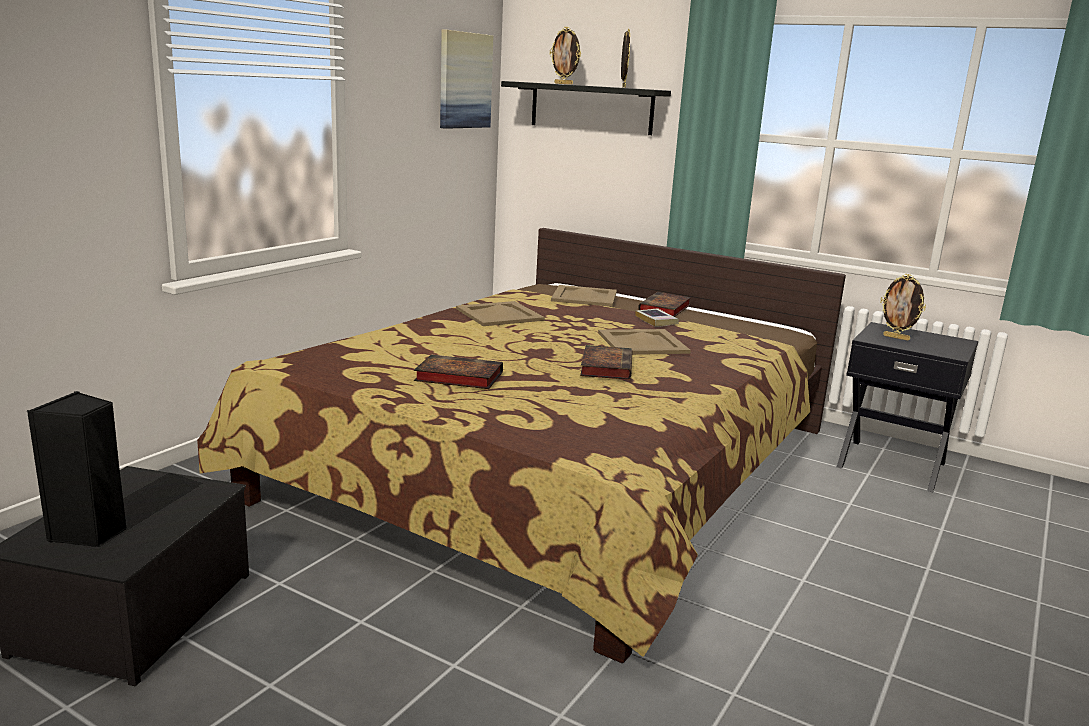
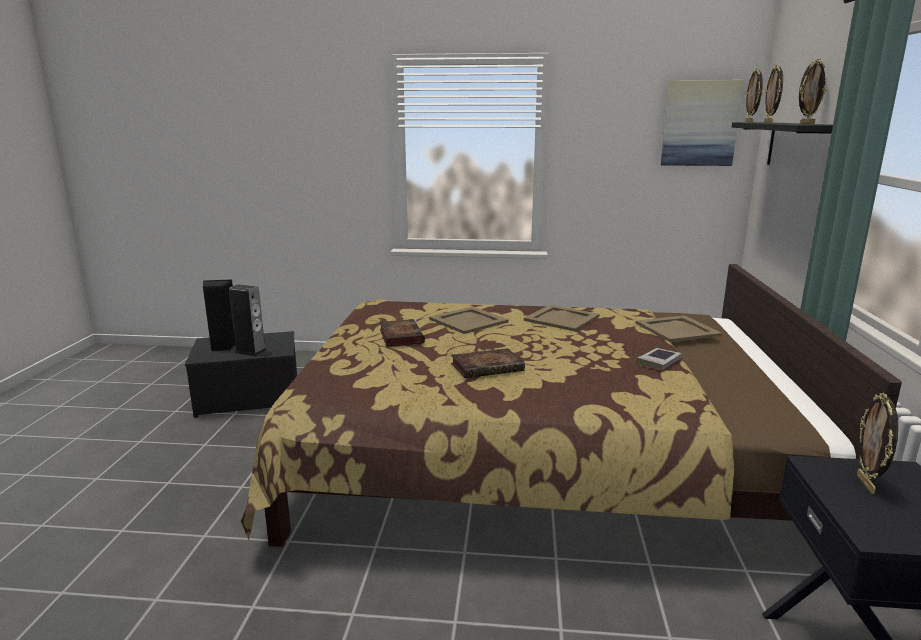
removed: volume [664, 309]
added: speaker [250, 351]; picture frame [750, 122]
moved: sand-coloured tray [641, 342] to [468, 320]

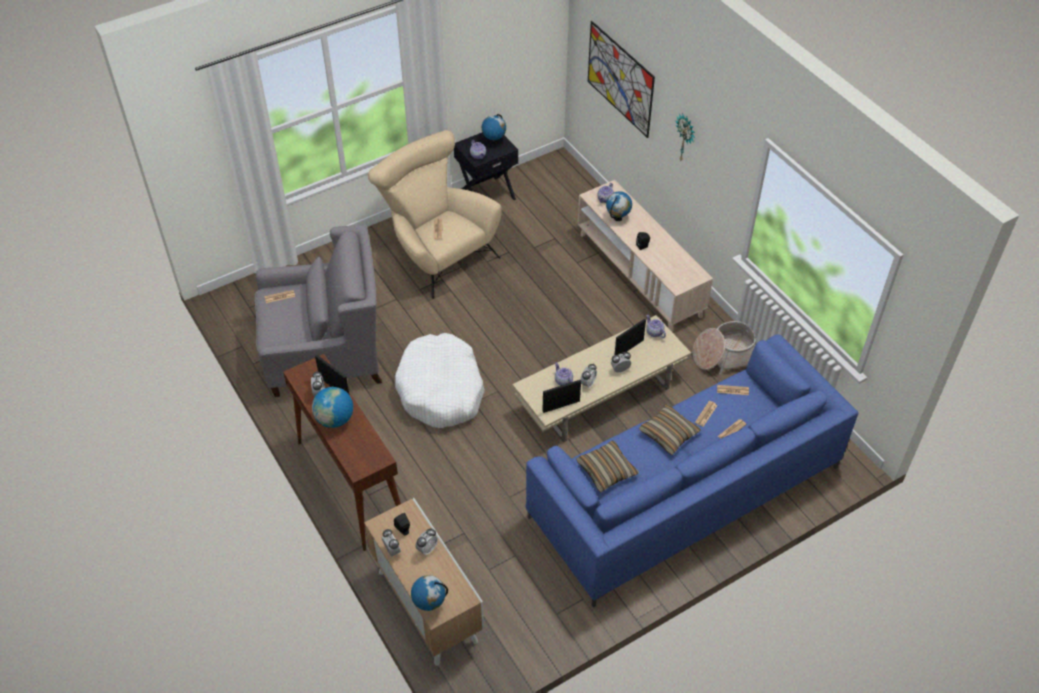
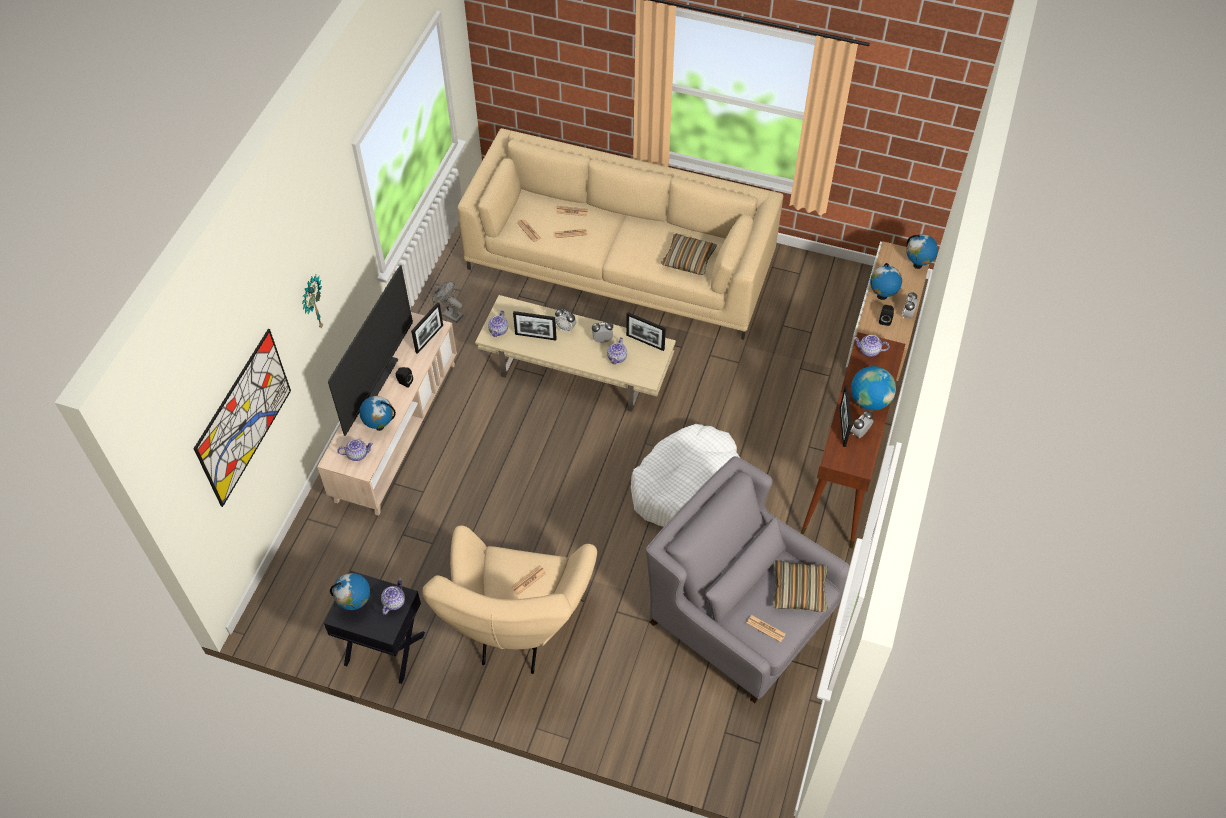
added: TV set [379, 381]; picture frame [429, 339]; pot for tea [869, 351]
moved: throw pillow [668, 433] to [799, 590]
replaced: basket [724, 355] to gray cooling fan [449, 314]; alarm clock [427, 549] to desk globe [881, 296]
recoloured: blue sofa [684, 491] to sand-coloured sofa [620, 264]

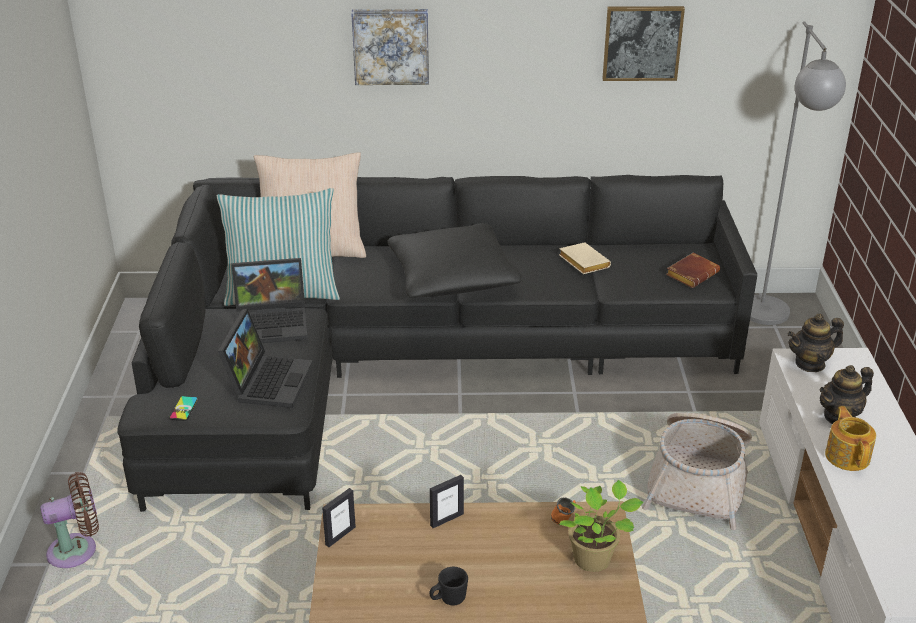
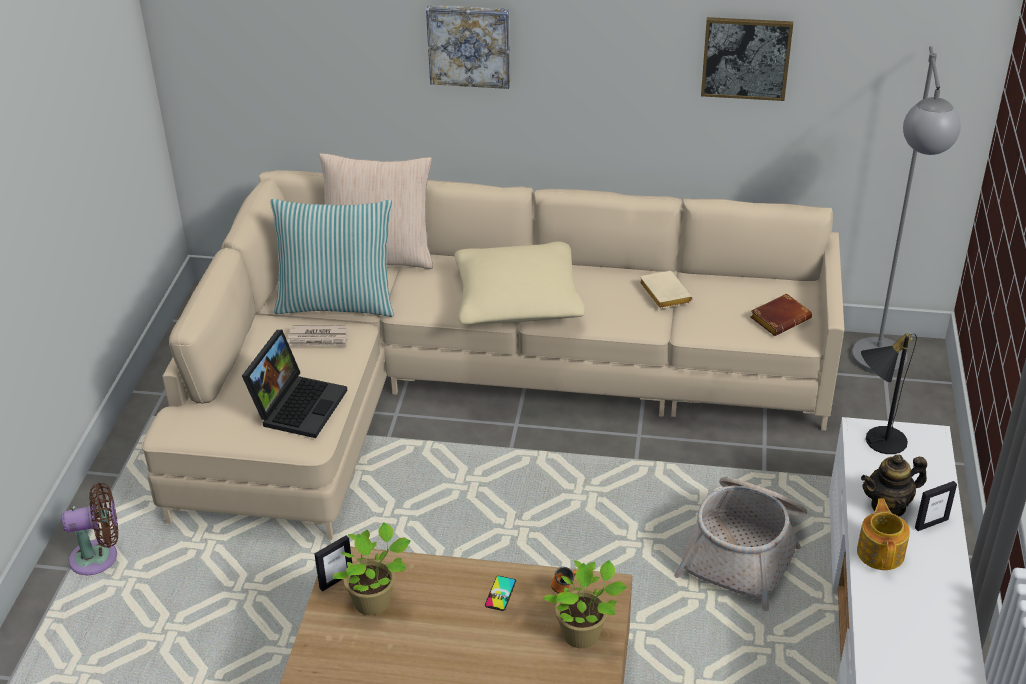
removed: black-coloured tea mug [448, 599]
added: houseplant [375, 601]
moved: handset [184, 408] to [500, 593]; picture frame [446, 519] to [931, 523]
replaced: notebook computer [274, 323] to printed paper [319, 339]; pot for tea [810, 363] to black-coloured table lamp [877, 439]
recoloured: black-coloured sofa [409, 363] to sand-coloured sofa [471, 384]; black-coloured throw pillow [452, 278] to sand-coloured throw pillow [517, 301]

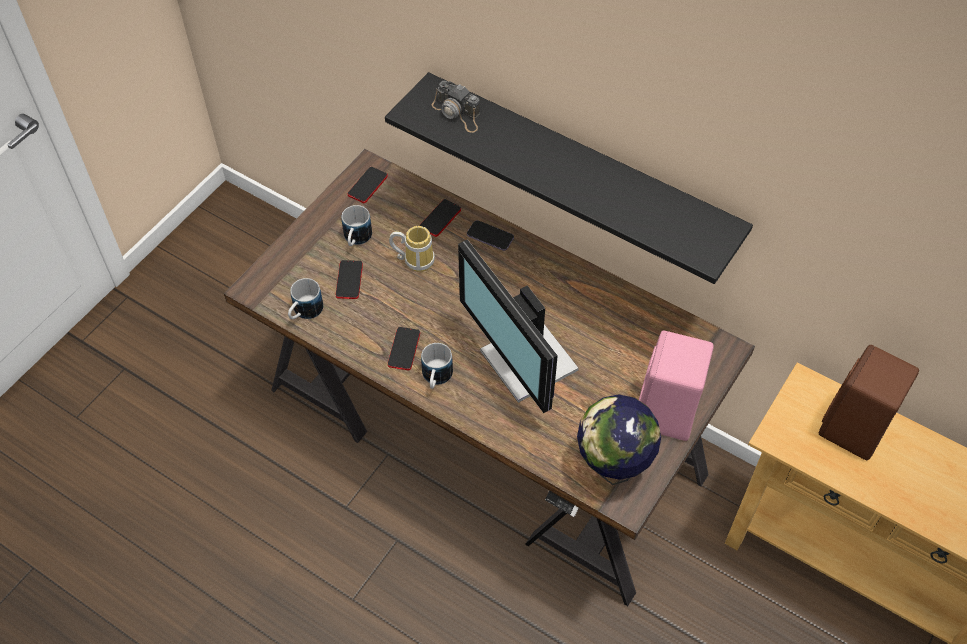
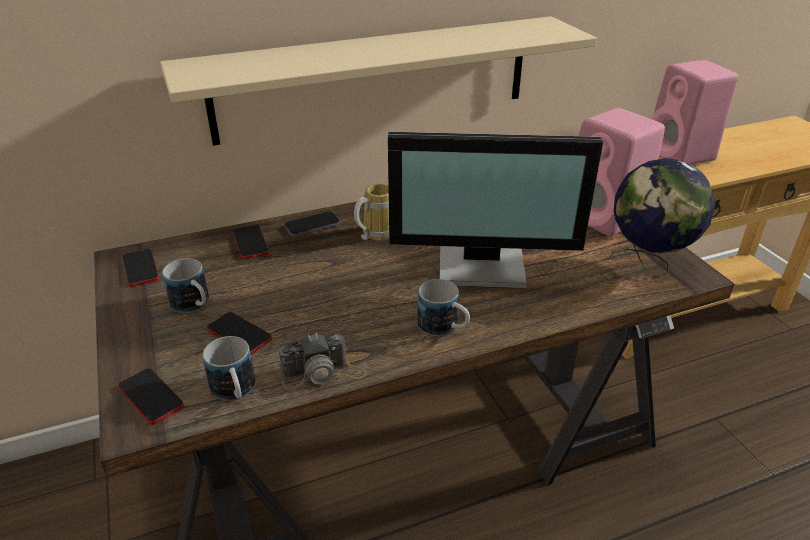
moved: handset [404, 349] to [151, 397]; photo camera [457, 113] to [323, 372]; tea mug [415, 259] to [375, 234]
recoloured: black-coloured wall shelf [579, 171] to sand-coloured wall shelf [374, 79]; brown speaker [853, 430] to pinkish speaker [682, 155]

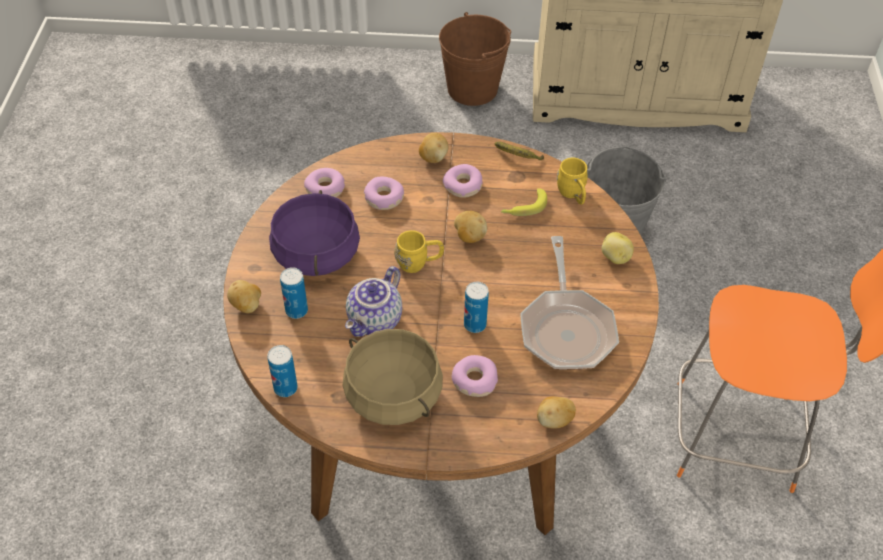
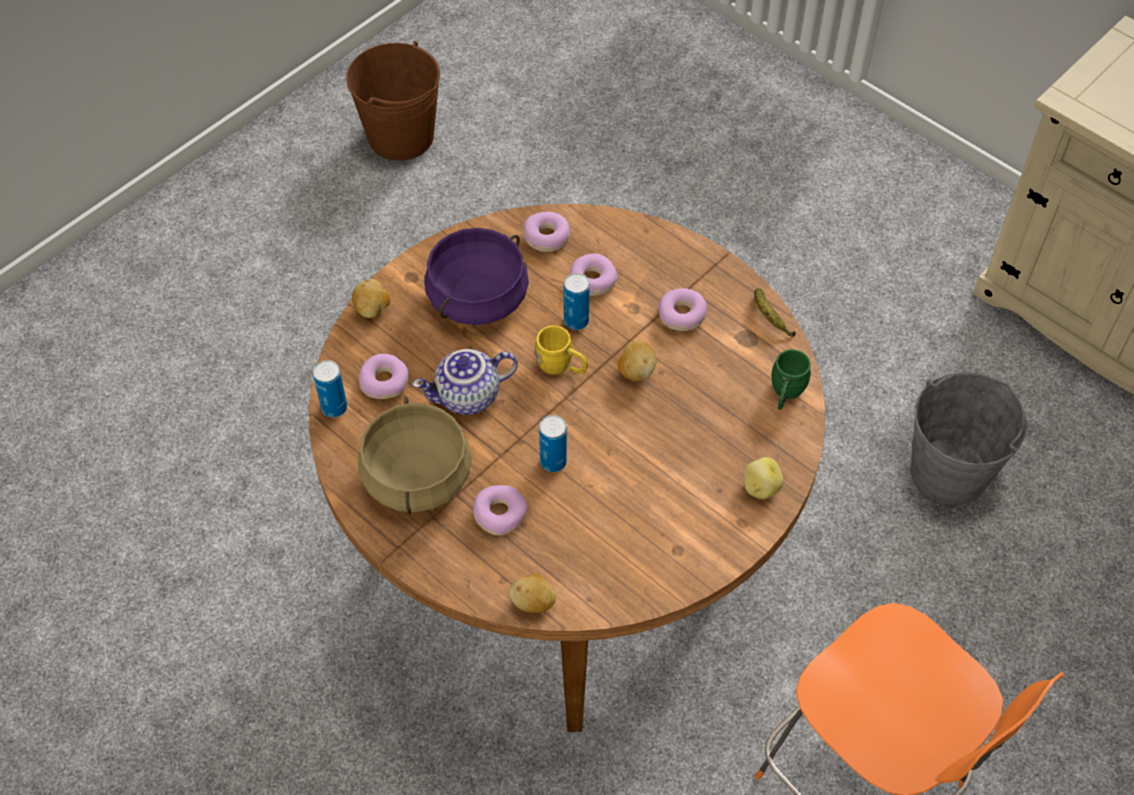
removed: spud [433, 157]; banana [523, 208]; frying pan [566, 328]
added: ring doughnut [384, 382]
moved: brown water bucket [472, 89] to [401, 136]; sealed can [296, 311] to [576, 321]
recoloured: yellow-coloured tea mug [573, 195] to green-coloured tea mug [785, 394]

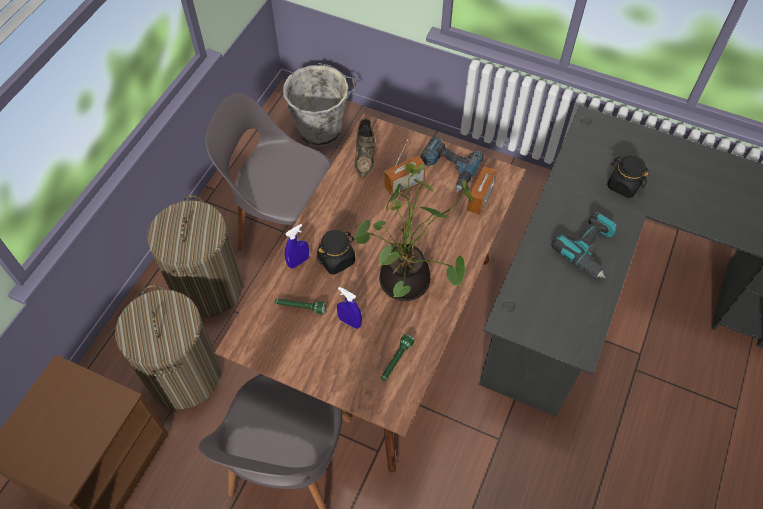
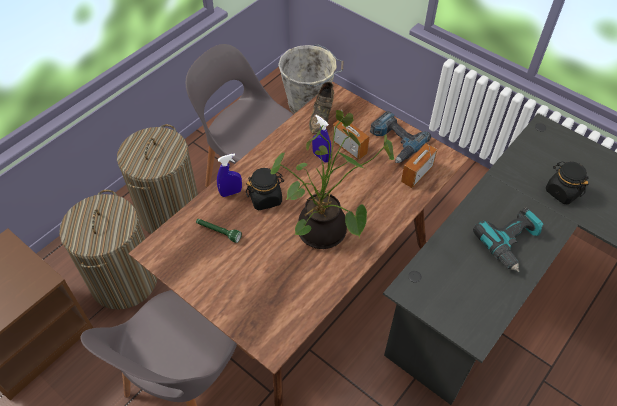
removed: green-coloured torch [396, 361]
moved: blue hand sprayer [349, 322] to [321, 157]
turned: radio set [404, 185] = [349, 147] 120 degrees counterclockwise

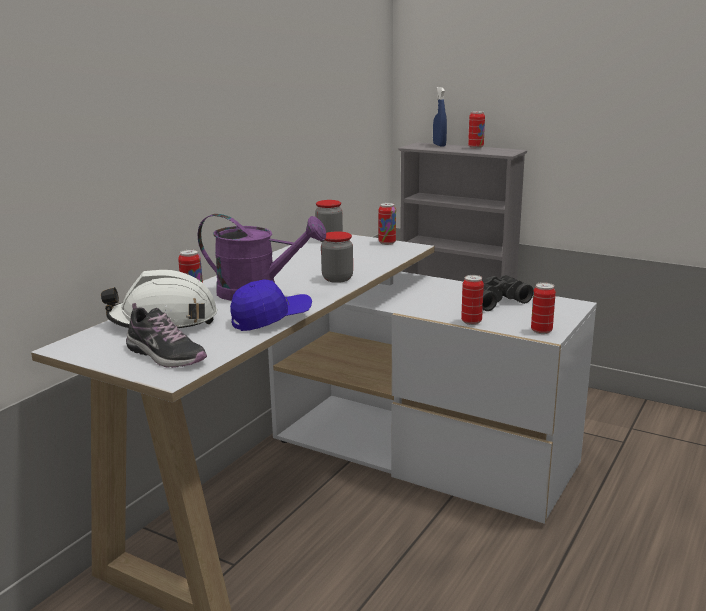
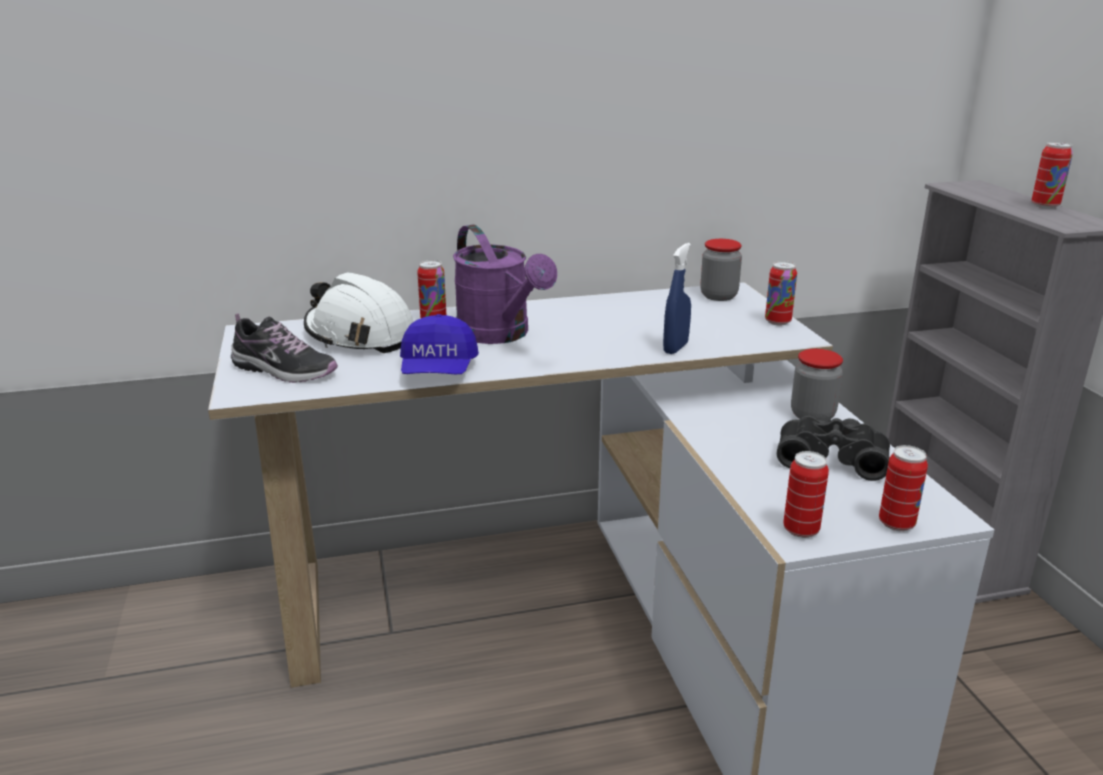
moved: blue hand sprayer [439, 145] to [675, 348]; jar [337, 279] to [812, 415]; sealed can [471, 322] to [896, 523]
turned: item of footwear [165, 355] = [284, 370] 60 degrees counterclockwise; blue cap [271, 320] = [438, 371] 75 degrees clockwise

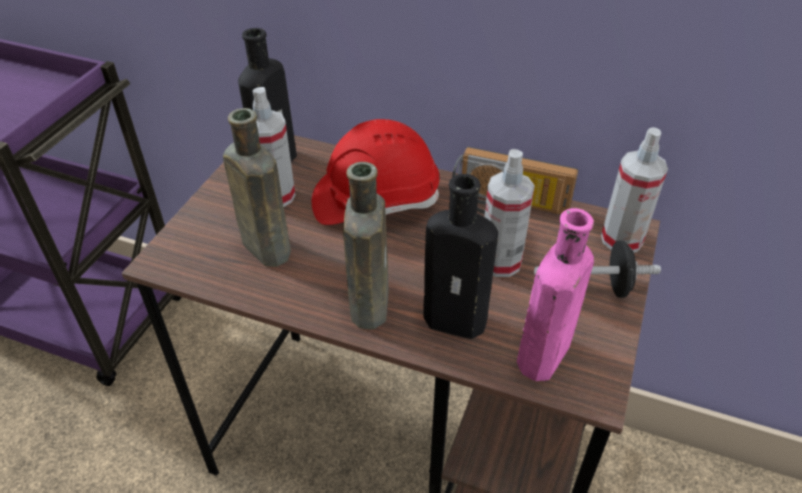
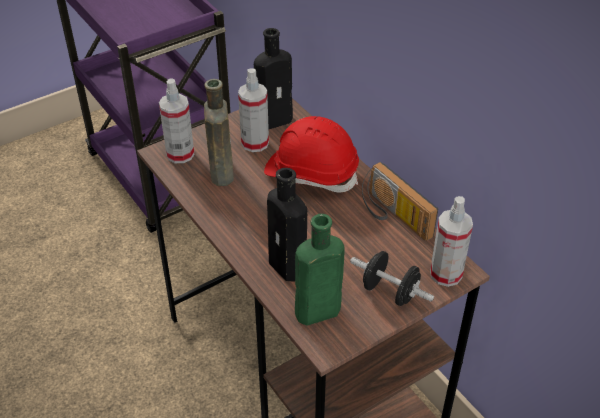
removed: brown bottle [369, 302]
moved: hand sprayer [500, 262] to [180, 154]
recoloured: pinkish bottle [541, 359] to green-coloured bottle [314, 313]

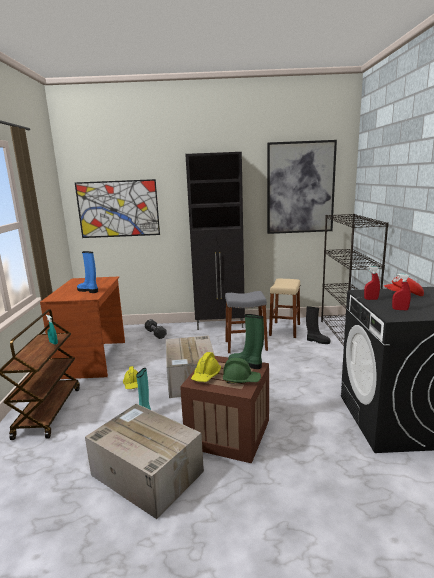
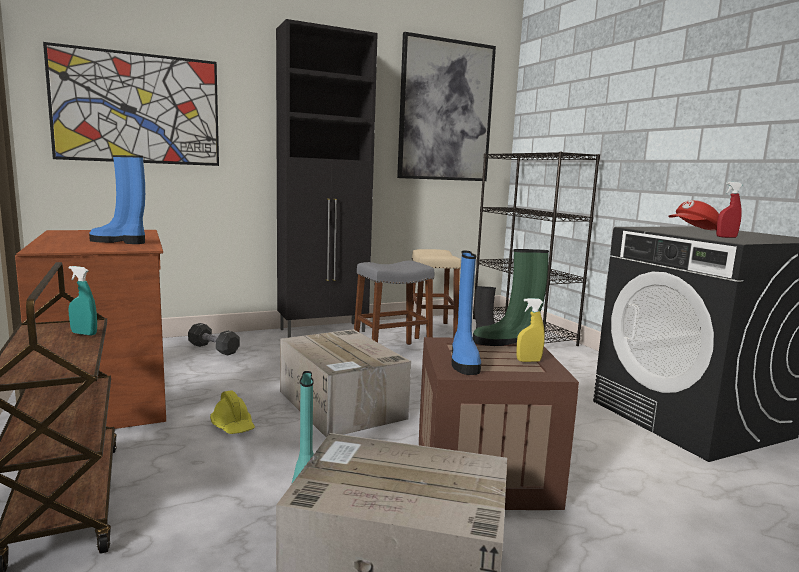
removed: red hand sprayer [371, 299]
replaced: yellow-coloured safety helmet [206, 375] to blue high-top boot [463, 361]; green-coloured safety helmet [241, 379] to yellow-coloured hand sprayer [528, 361]

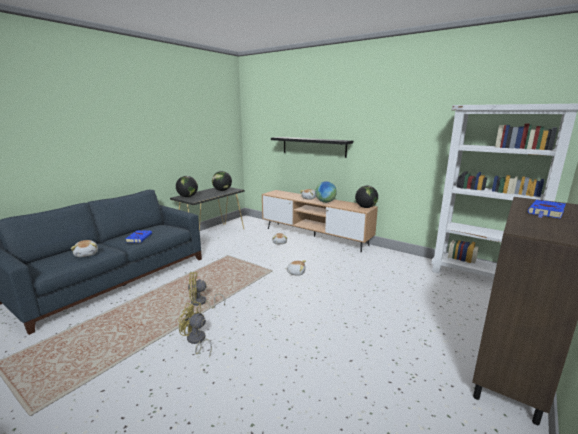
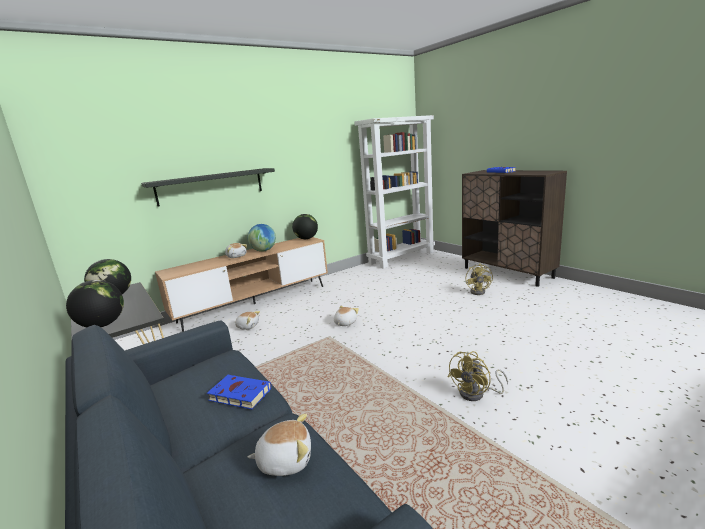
moved: yellow-coloured cooling fan [201, 303] to [479, 291]

